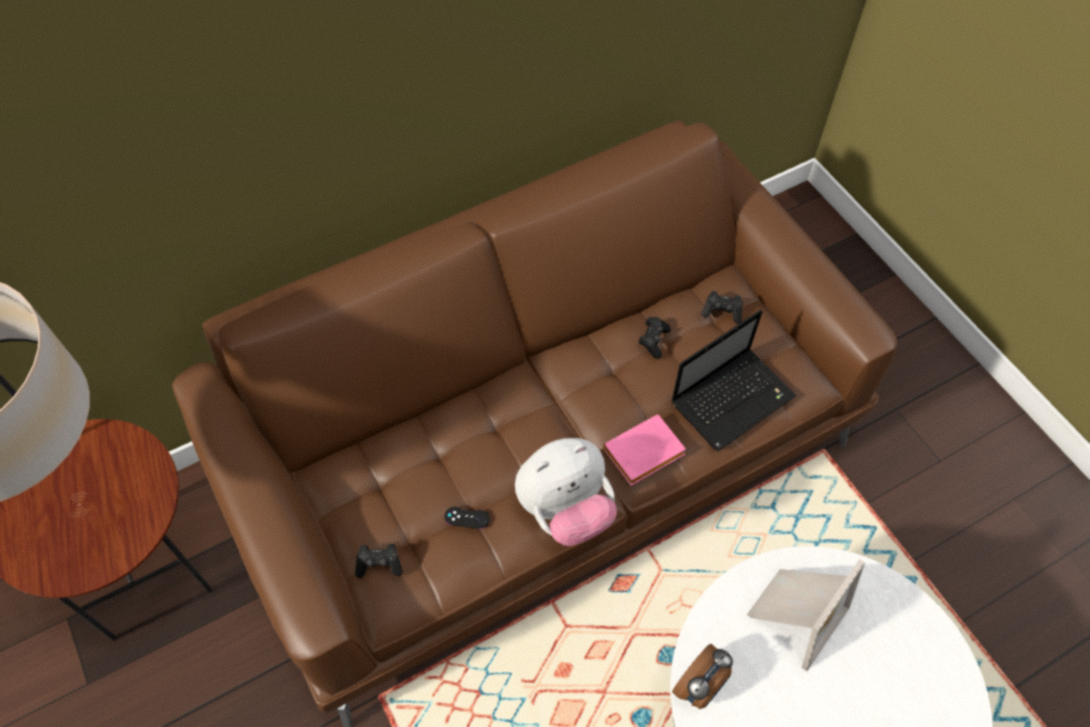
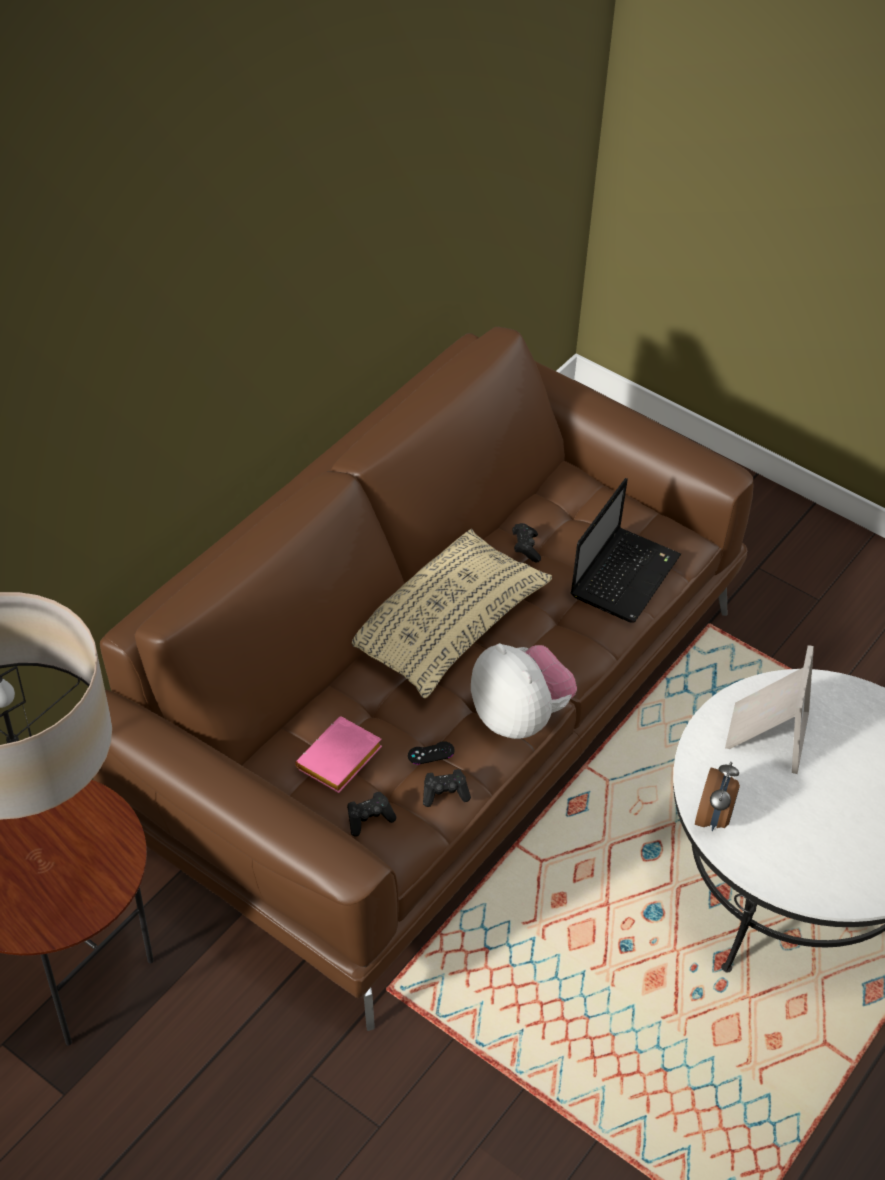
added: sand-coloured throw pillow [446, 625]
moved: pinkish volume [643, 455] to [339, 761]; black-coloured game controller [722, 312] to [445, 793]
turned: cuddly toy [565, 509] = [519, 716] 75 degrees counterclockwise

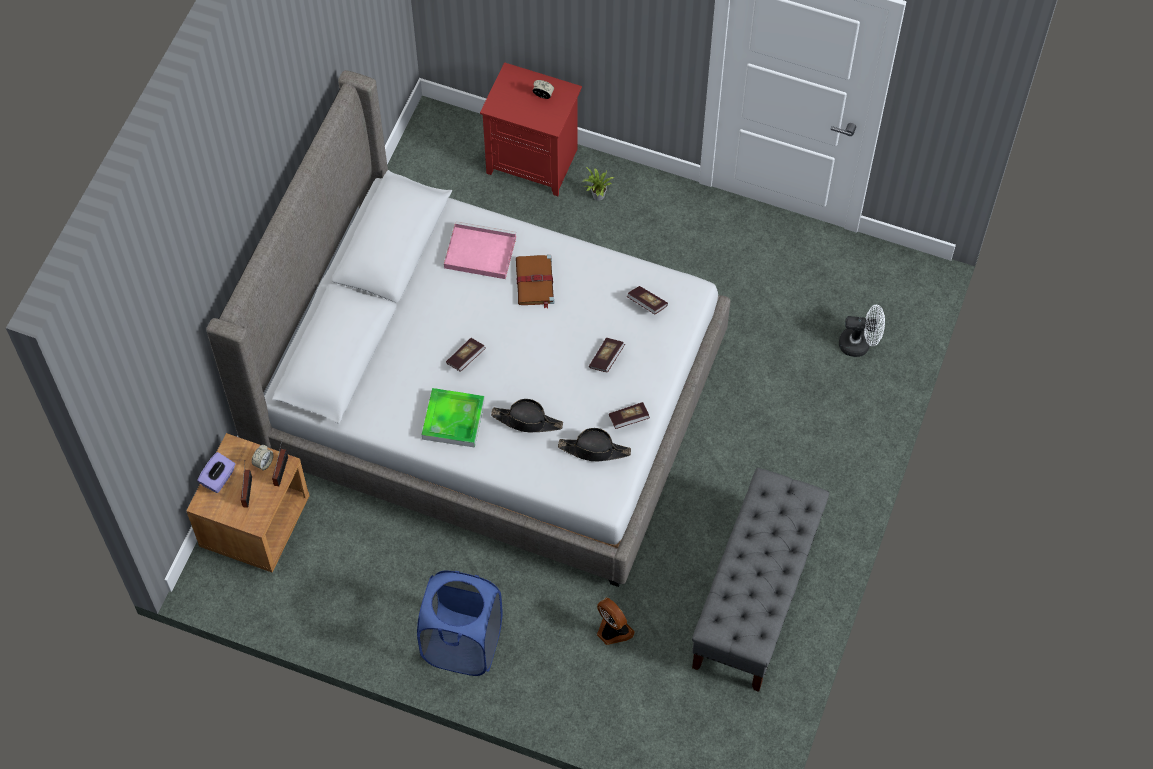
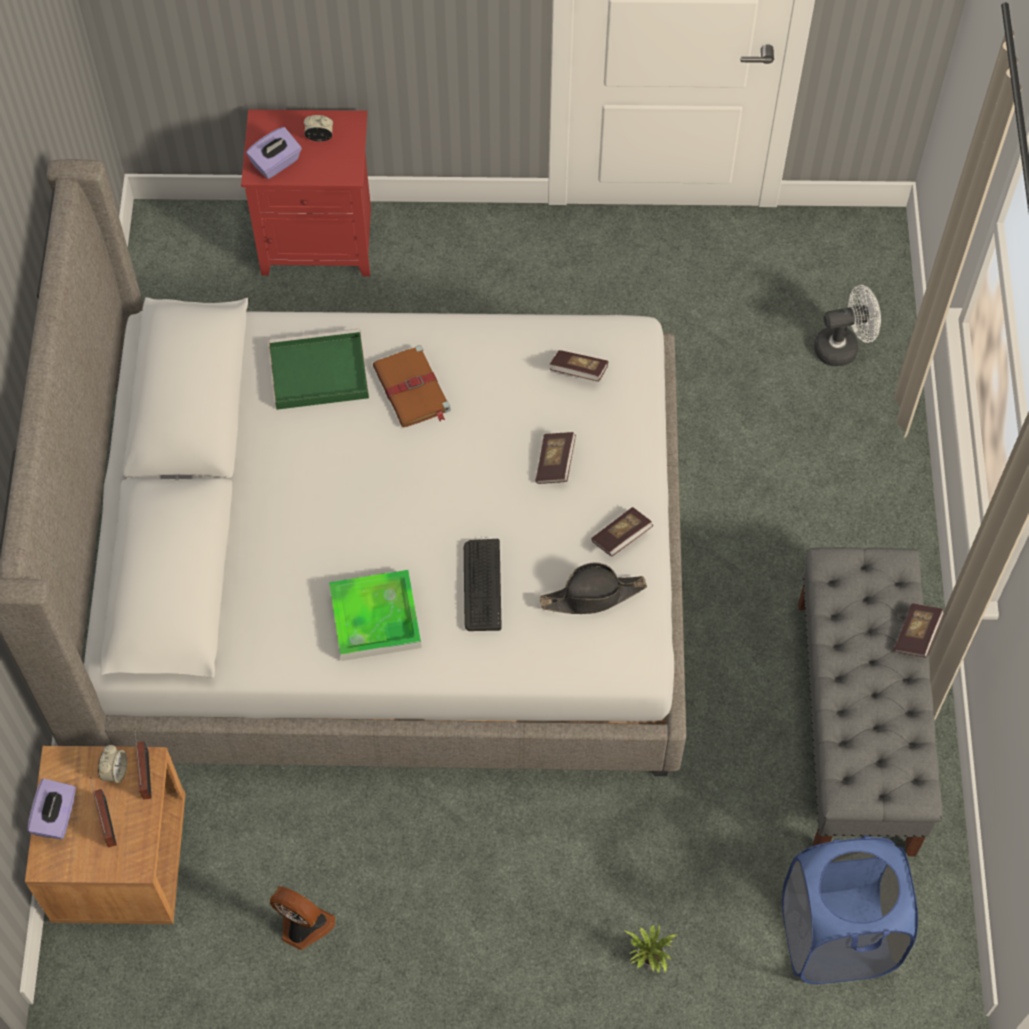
added: purple box of tissues [276, 163]
moved: cooling fan [612, 630] to [303, 926]; houseplant [597, 196] to [649, 962]; blue hamper [462, 644] to [835, 937]; volume [466, 358] to [916, 635]
replaced: black-coloured clothing hat [527, 421] to computer keyboard [482, 585]
recoloured: pinkish tray [478, 252] to green-coloured tray [317, 373]

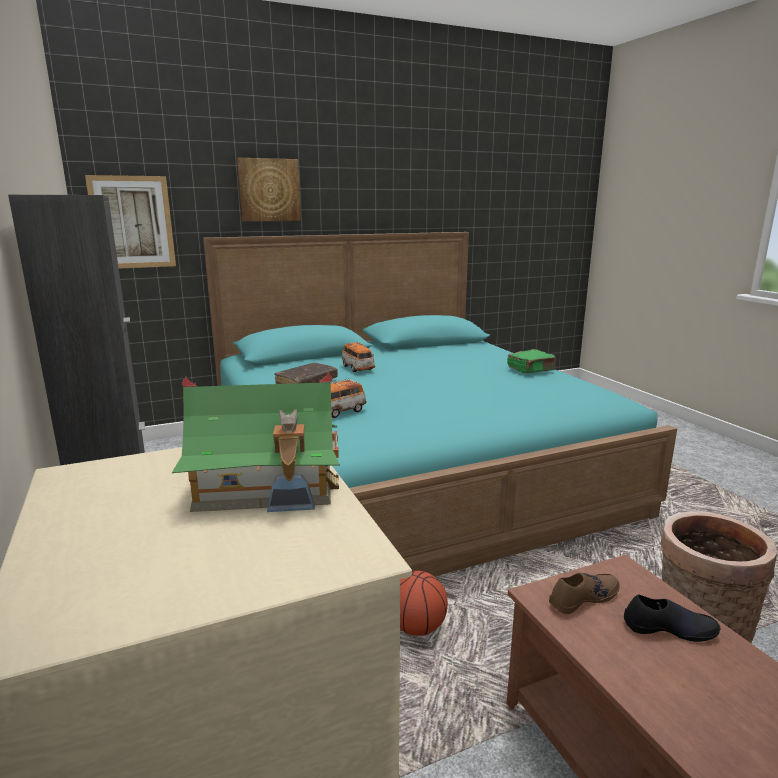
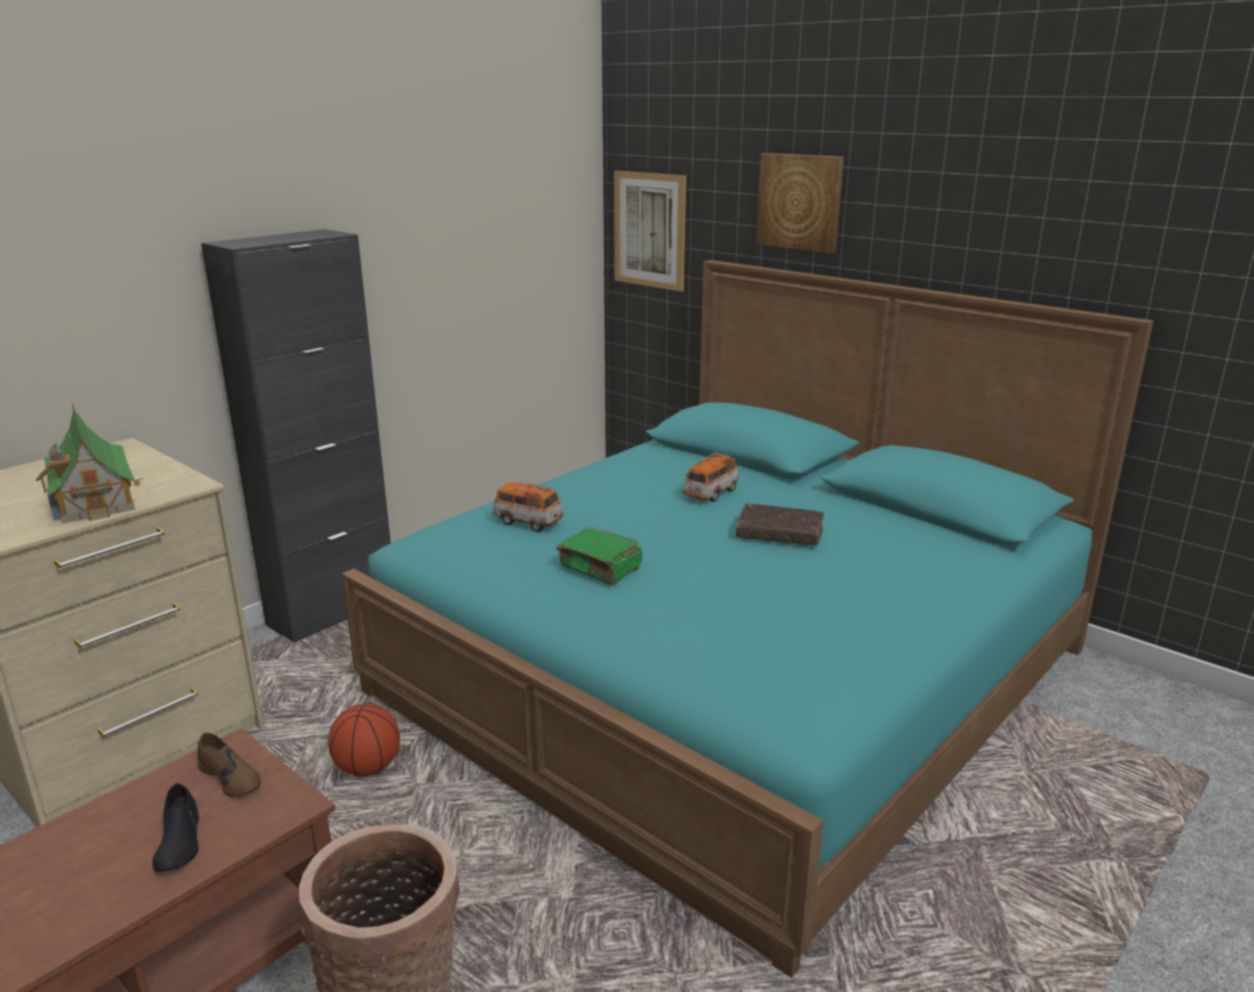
moved: green-coloured volume [531, 369] to [600, 568]; brown volume [306, 382] to [779, 534]

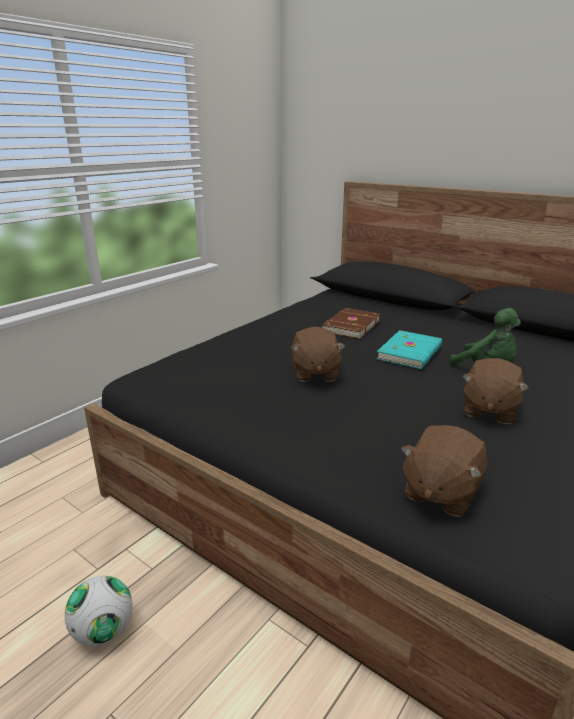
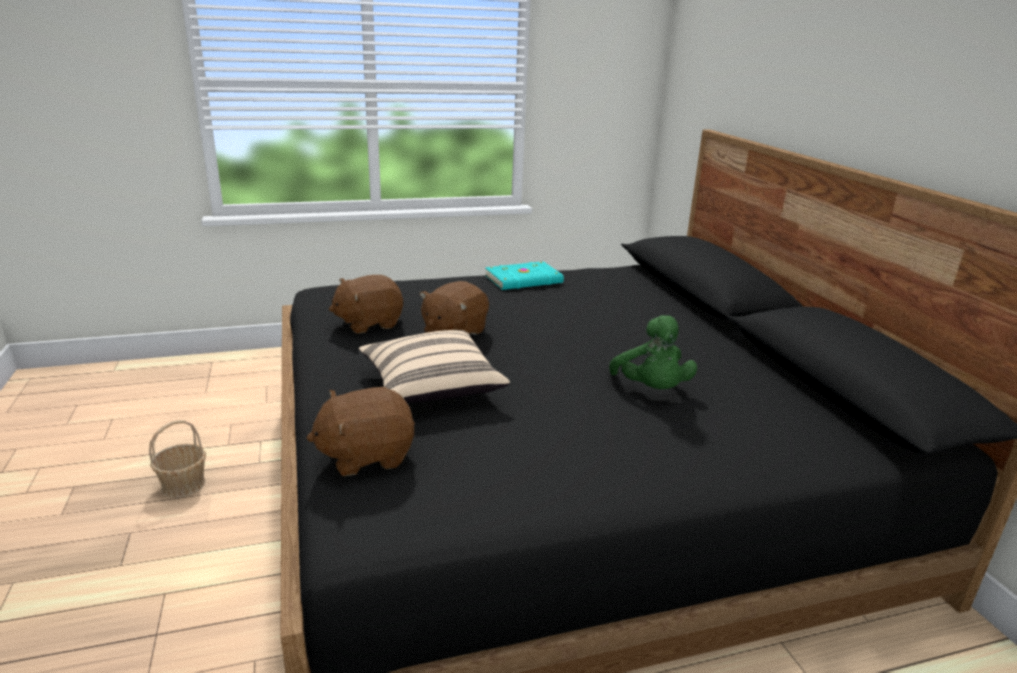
removed: brown volume [350, 326]
added: sand-coloured throw pillow [431, 387]
moved: brown cuddly toy [488, 410] to [368, 323]; turquoise volume [411, 352] to [524, 280]
replaced: football ball [104, 631] to basket [184, 484]

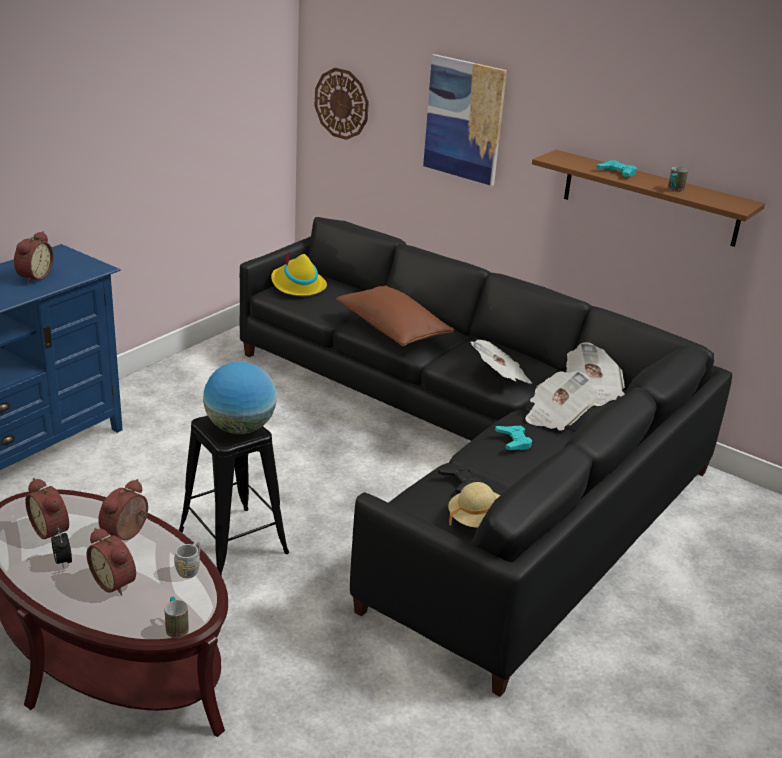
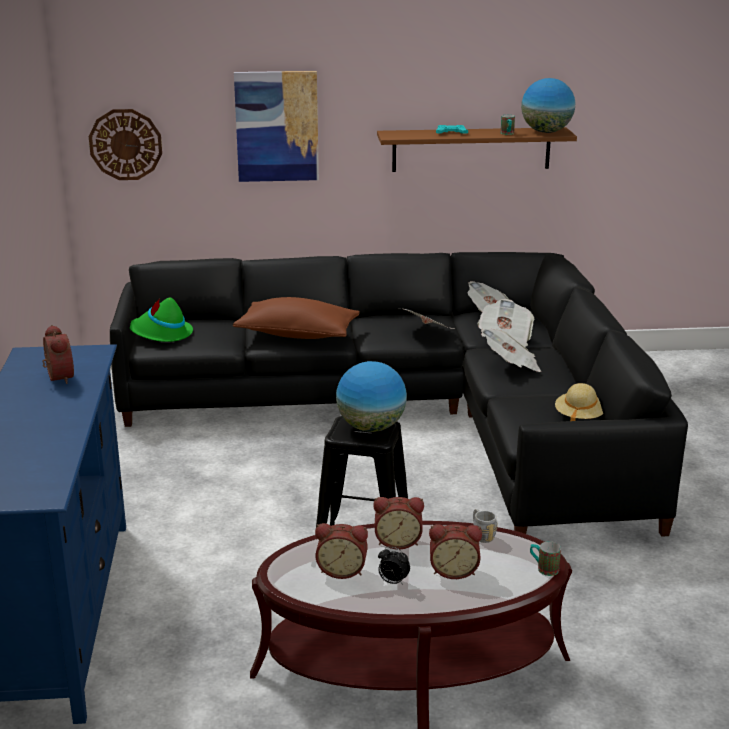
removed: black-coloured game controller [460, 483]
added: desk globe [546, 132]
replaced: turquoise game controller [513, 441] to printed paper [511, 365]
recoloured: yellow-coloured clothing hat [297, 285] to green-coloured clothing hat [161, 334]
turned: alarm clock [127, 534] = [398, 541] 75 degrees counterclockwise

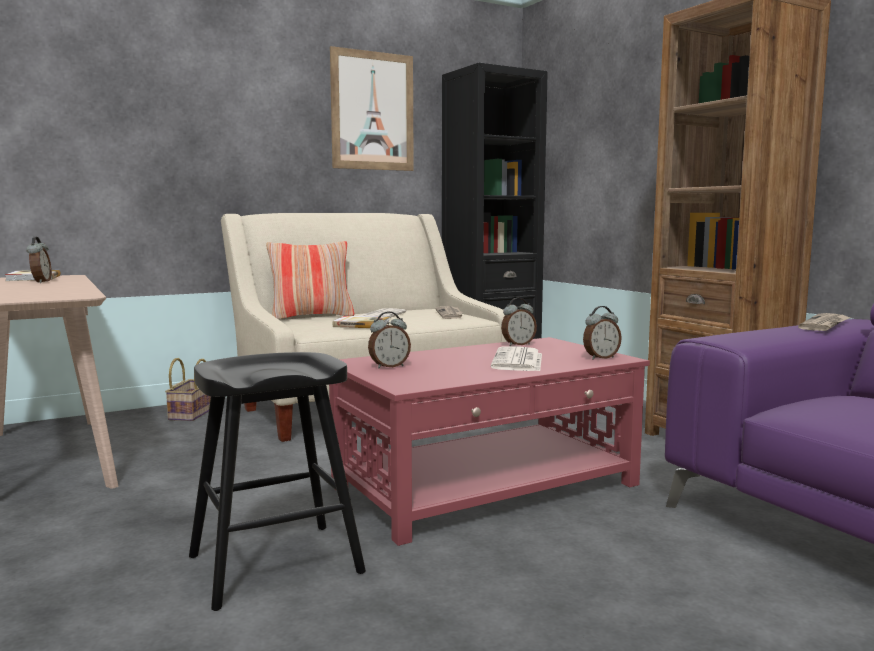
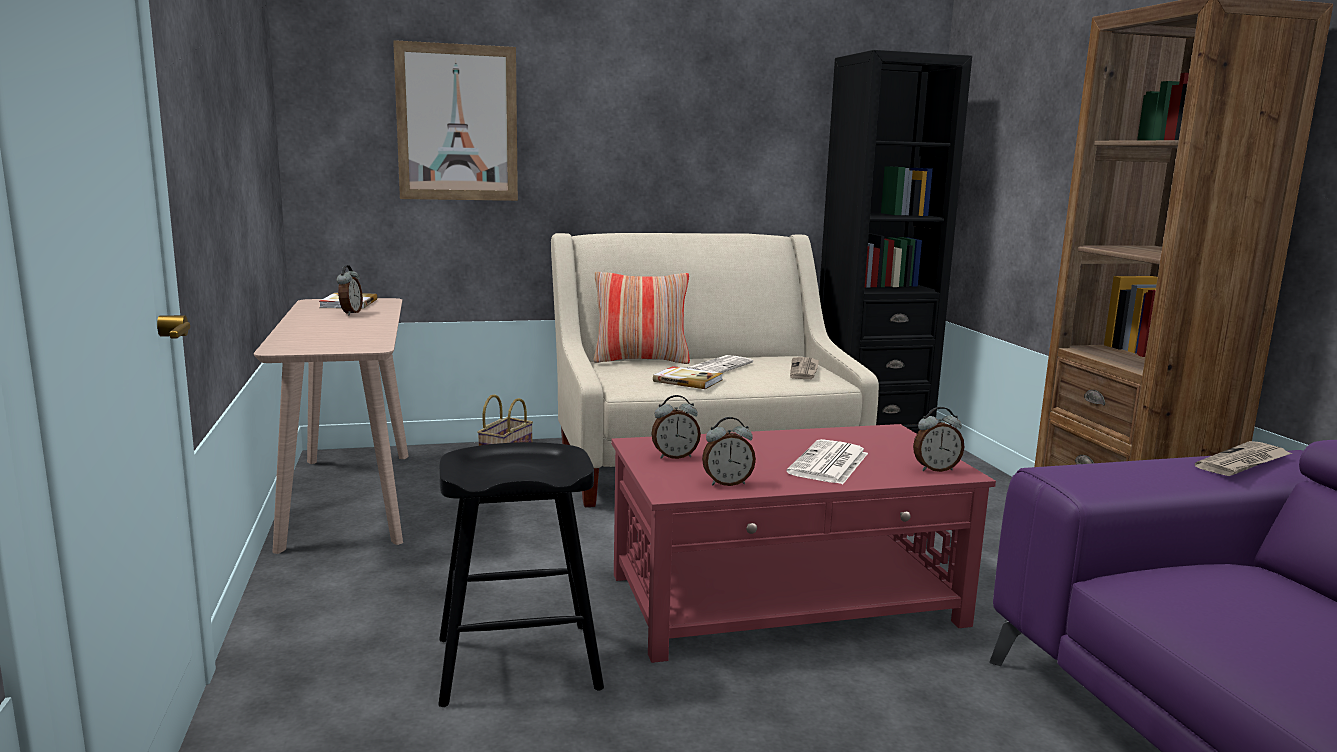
moved: wall art [372, 111] to [457, 123]; alarm clock [518, 344] to [727, 483]

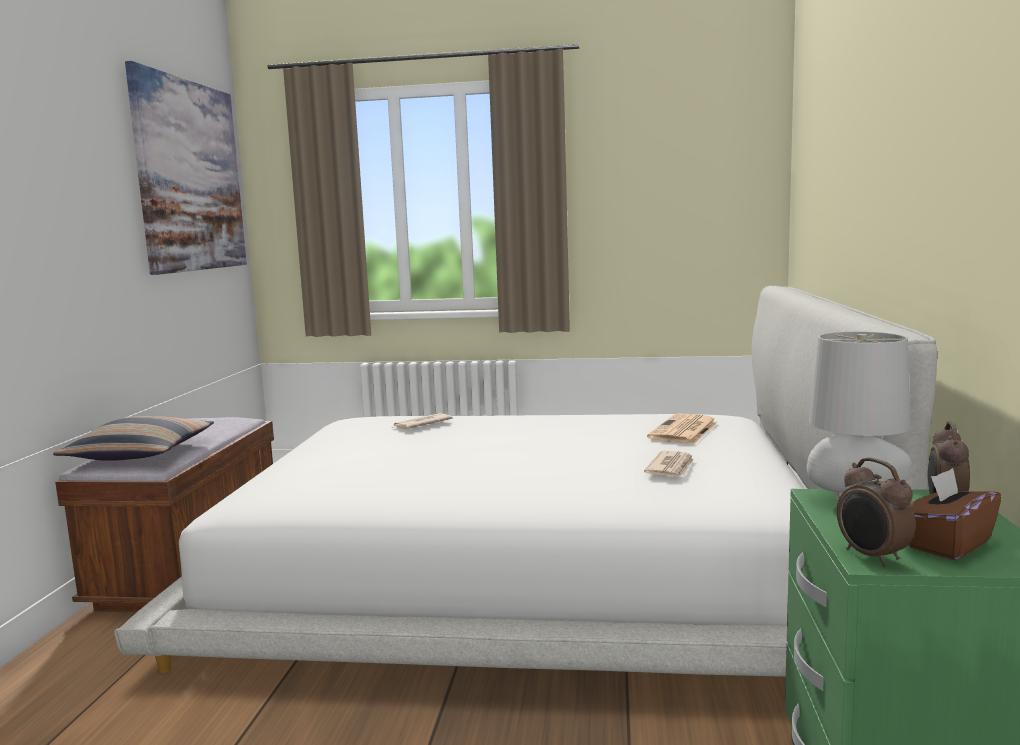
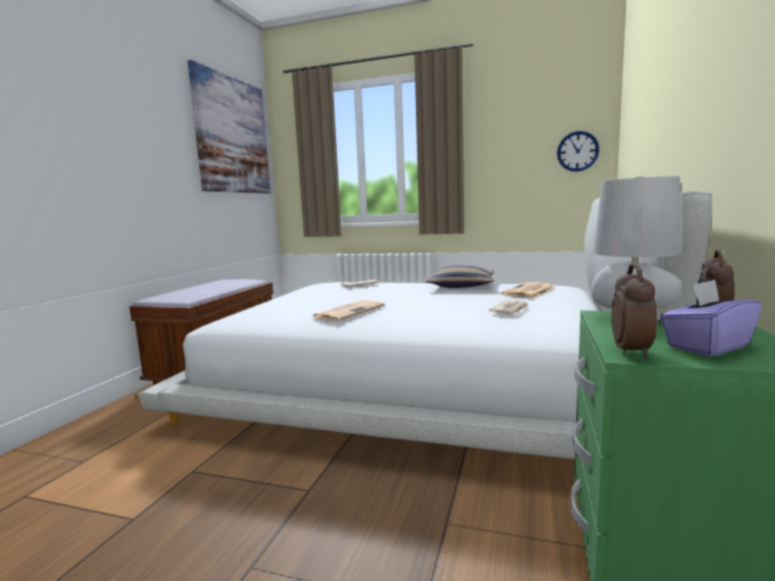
added: printed paper [349, 311]; hanging clock [577, 151]
moved: throw pillow [140, 453] to [461, 286]
recoloured: brown box of tissues [947, 544] to purple box of tissues [706, 346]
turned: alarm clock [872, 557] = [632, 352] 150 degrees counterclockwise

